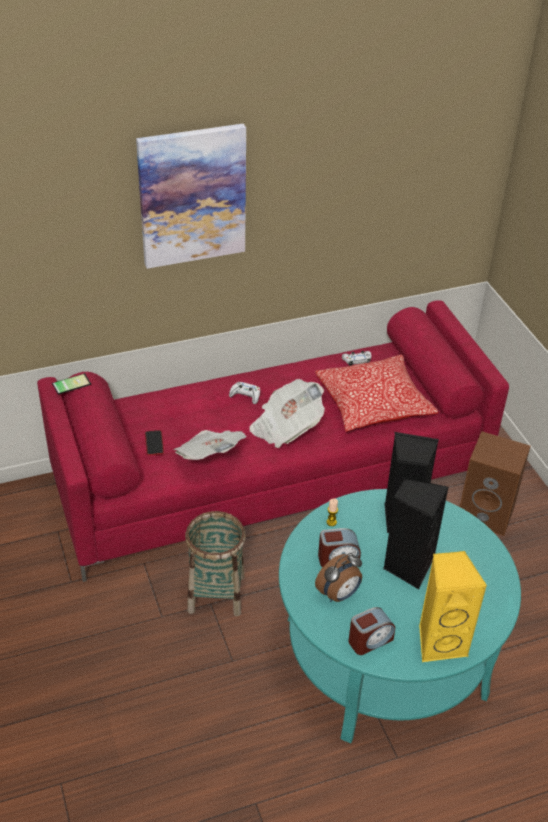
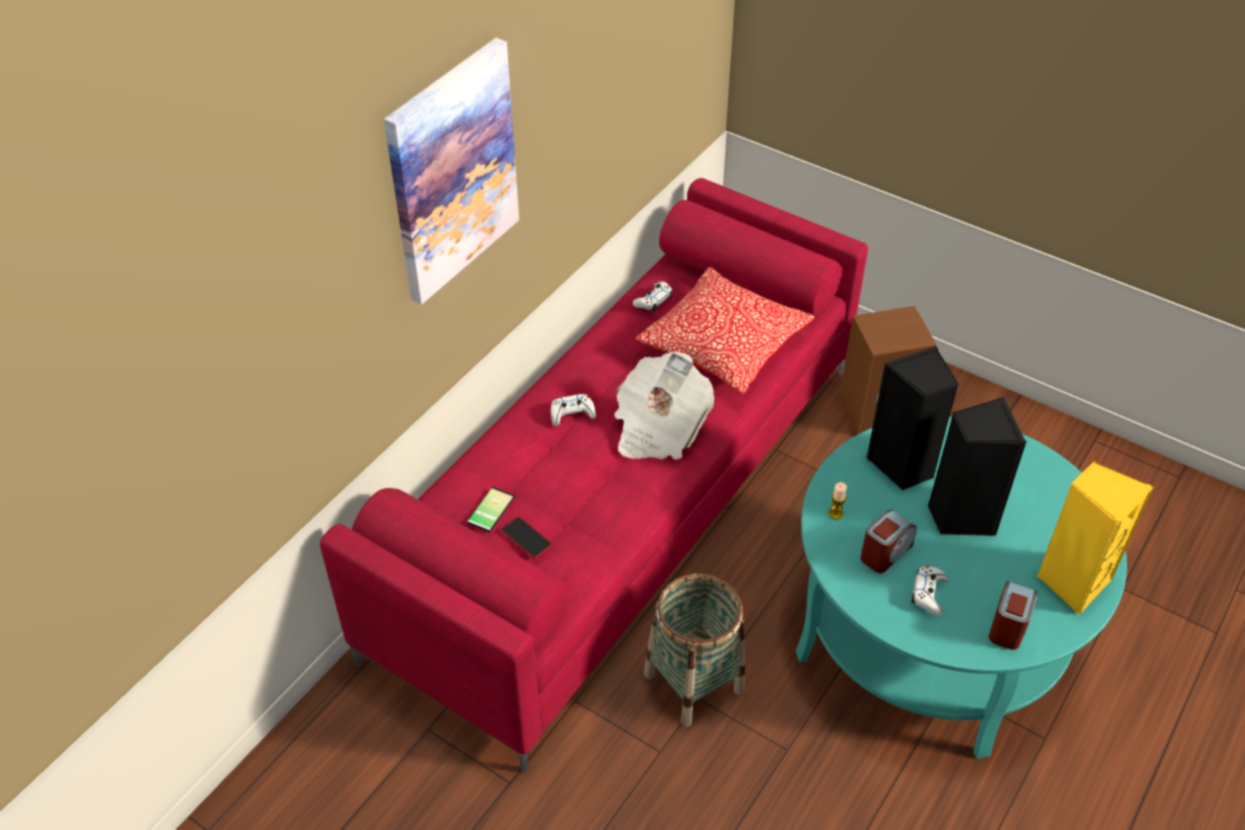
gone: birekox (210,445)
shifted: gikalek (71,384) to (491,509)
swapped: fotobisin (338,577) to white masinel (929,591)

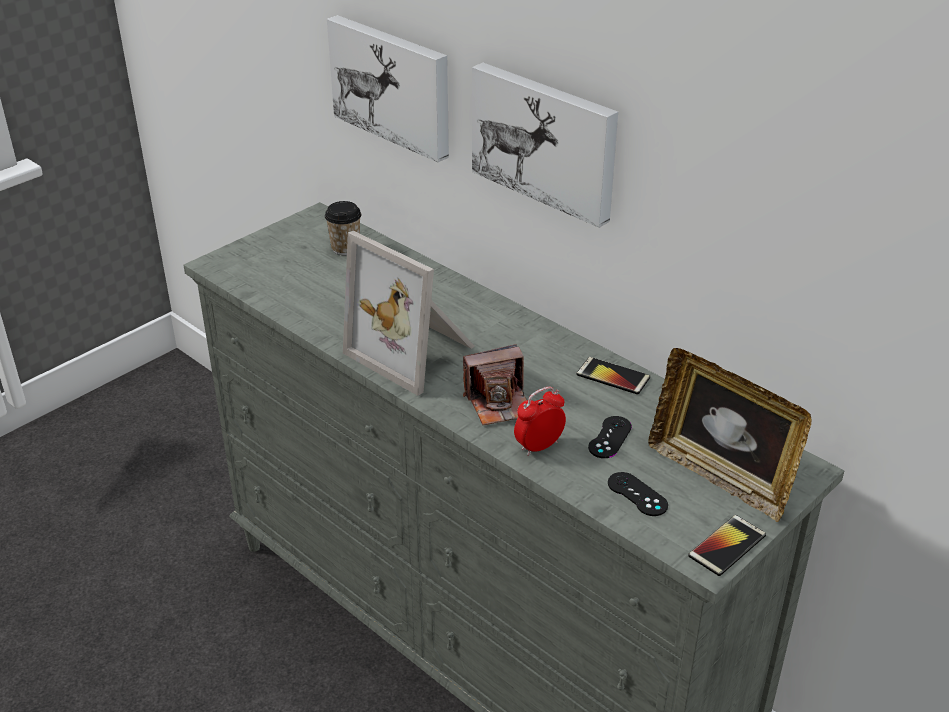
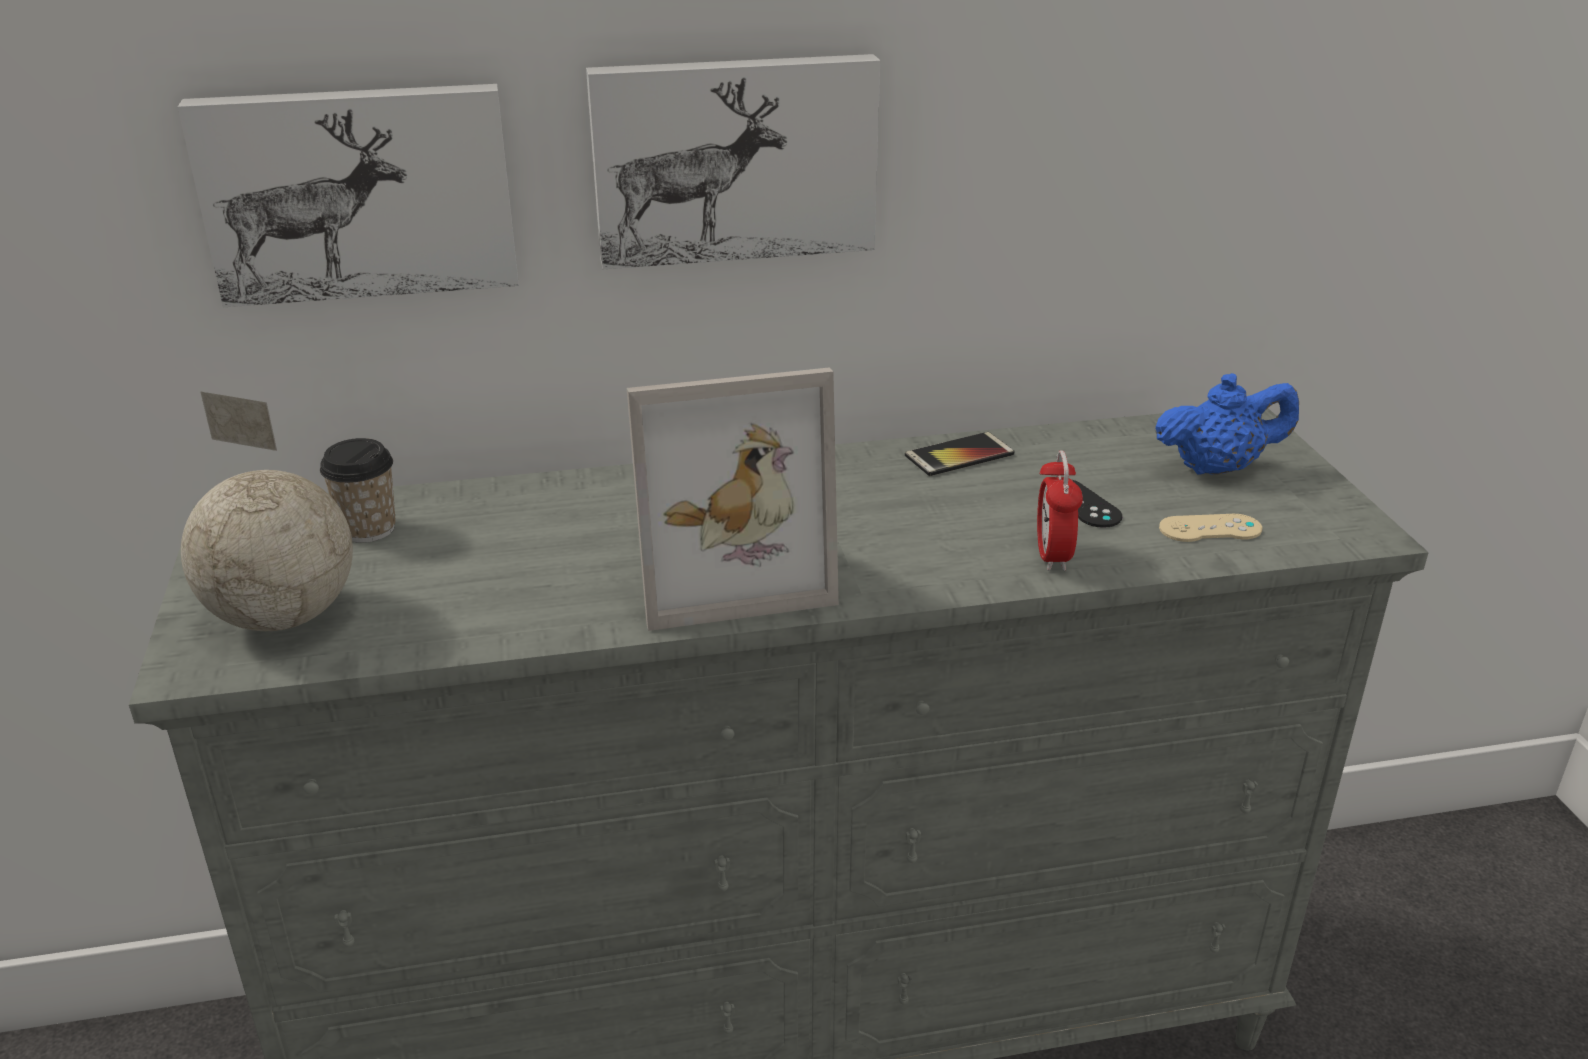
gone: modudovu (495,384); gikalek (727,545)
new: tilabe (267,511)
swapped: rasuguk (730,435) to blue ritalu (1227,424)
repainted: black masinel (638,494) to beige masinel (1210,528)

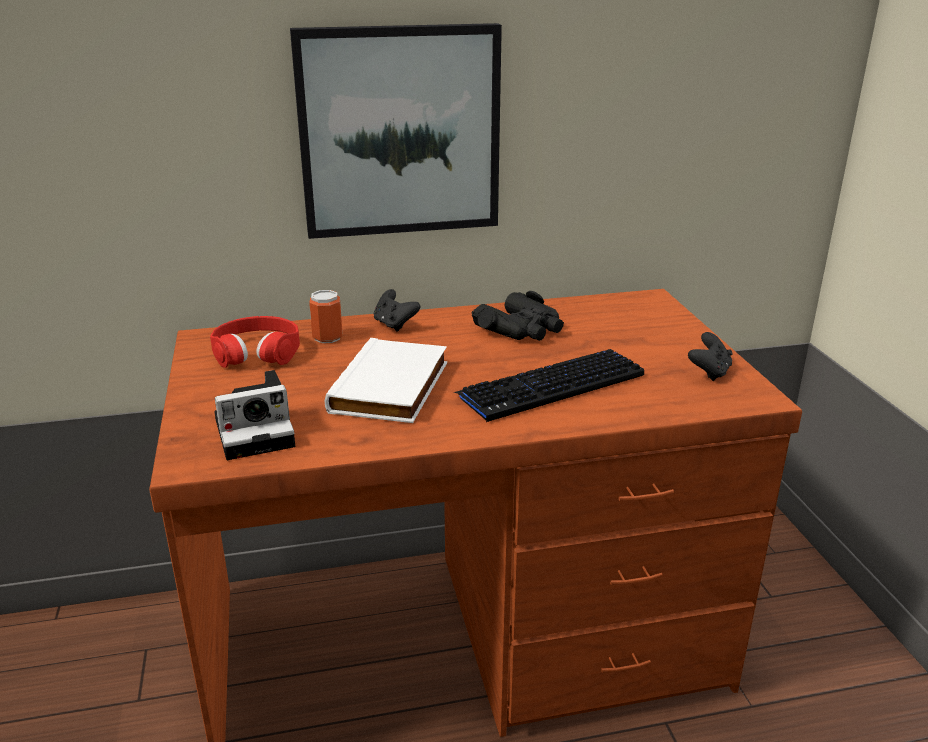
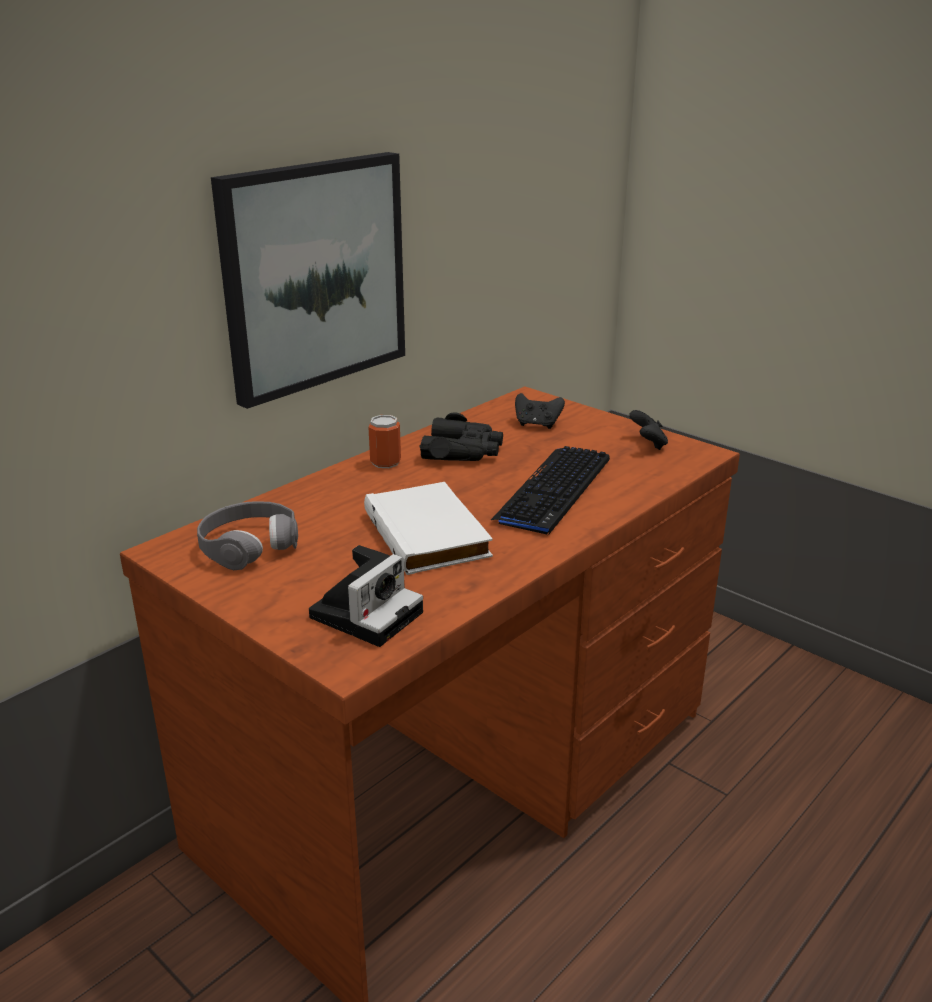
shifted: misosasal (325,316) to (384,441); black masinel (397,310) to (540,411)
repainted: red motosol (255,342) to grey motosol (247,535)

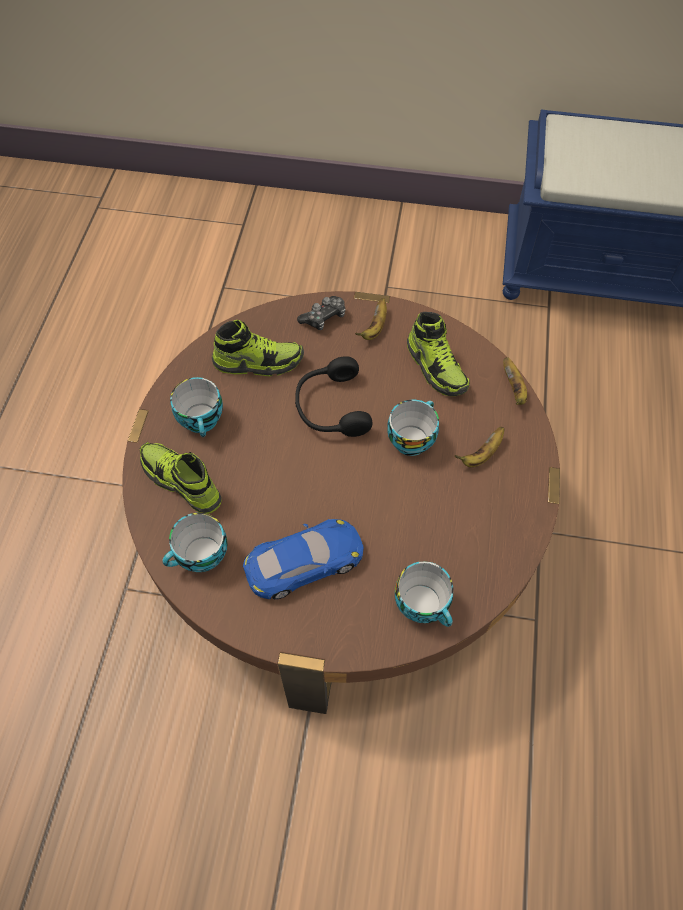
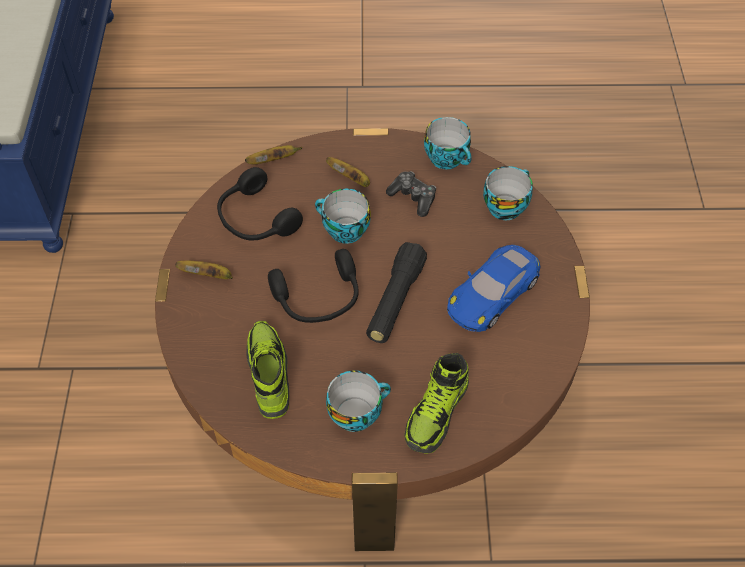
new: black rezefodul (396,292)
shifted: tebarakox (194,542) to (447,143); masinel (321,313) to (411,194)
swapped: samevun (438,354) to black motosol (260,203)
rotated: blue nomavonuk (303,559) = (494,288) 105 degrees counterclockwise

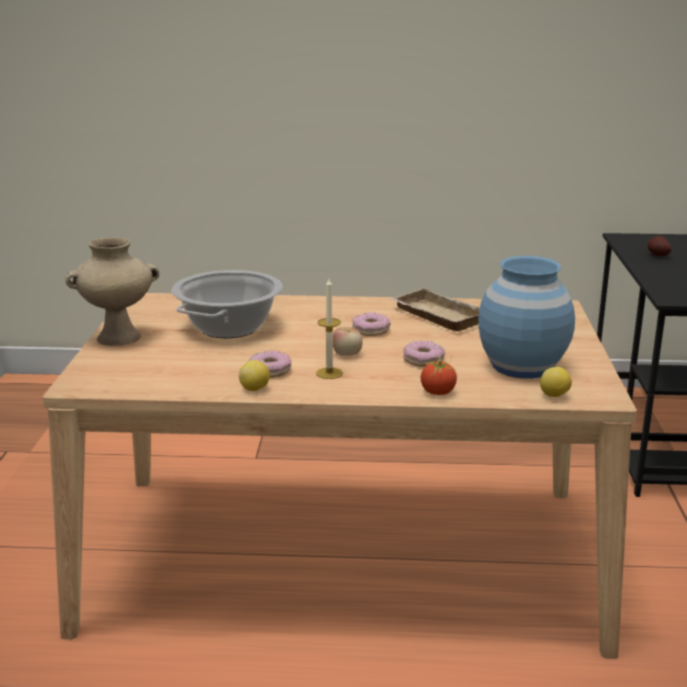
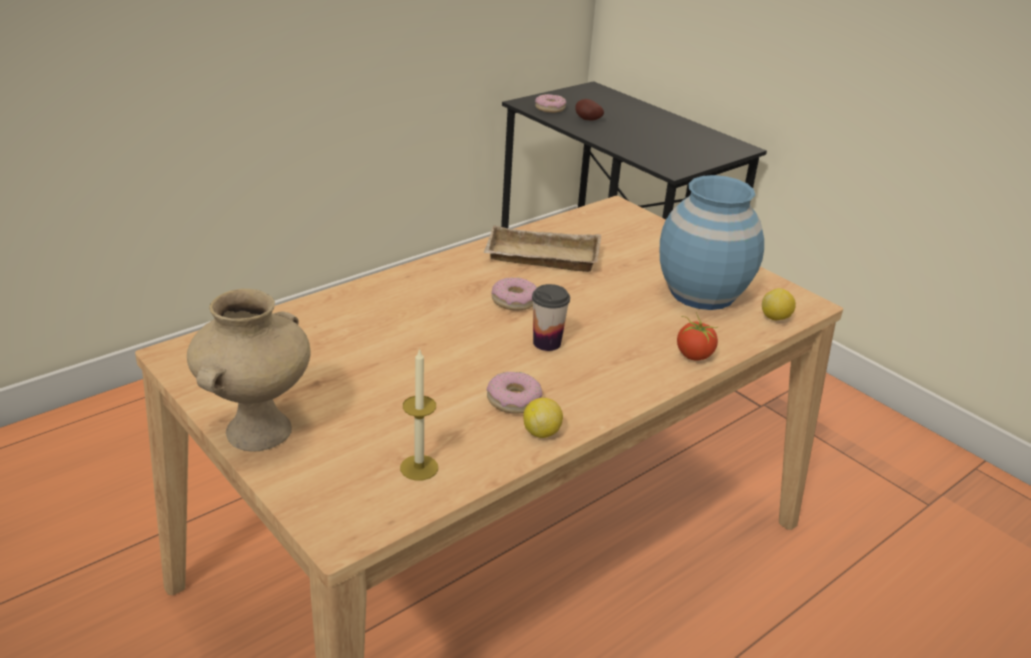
gone: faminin (227,304)
shifted: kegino (329,329) to (419,414); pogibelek (424,354) to (550,103)
swapped: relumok (348,341) to tebarakox (551,317)

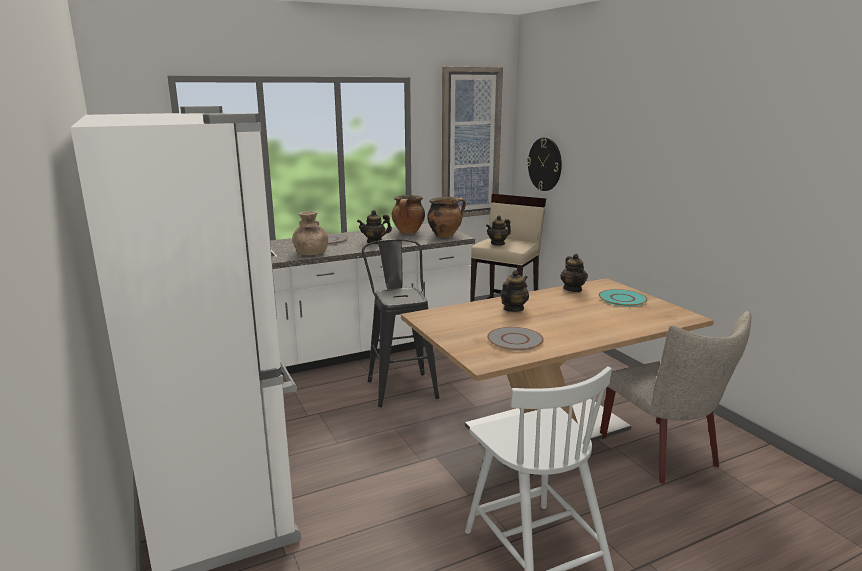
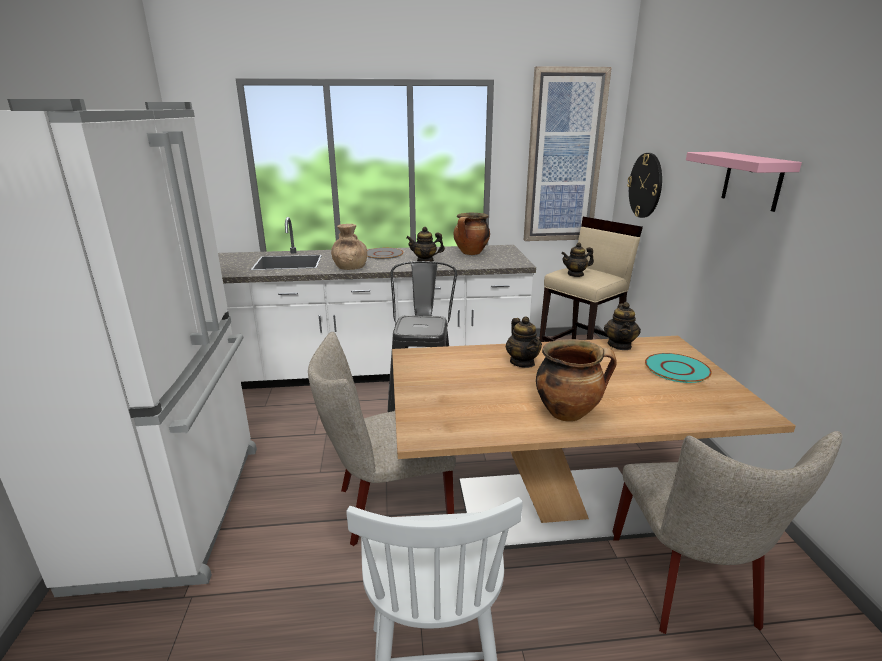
gone: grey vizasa (515,339)
new: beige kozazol (382,439); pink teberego (744,182)
shifted: faminin (446,217) to (576,380)
rotated: ritalu (514,291) = (524,342) 105 degrees clockwise

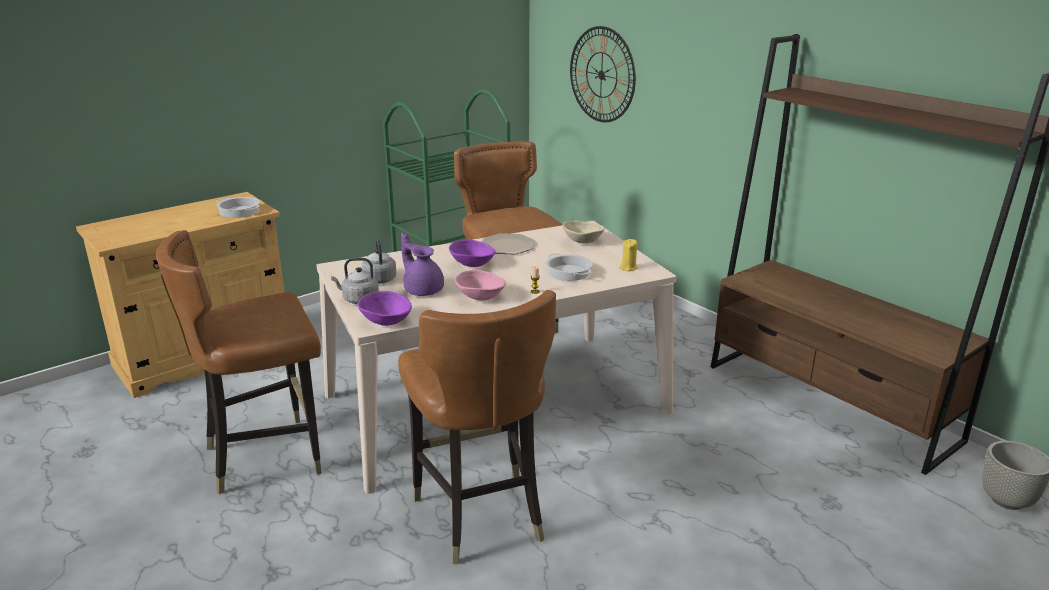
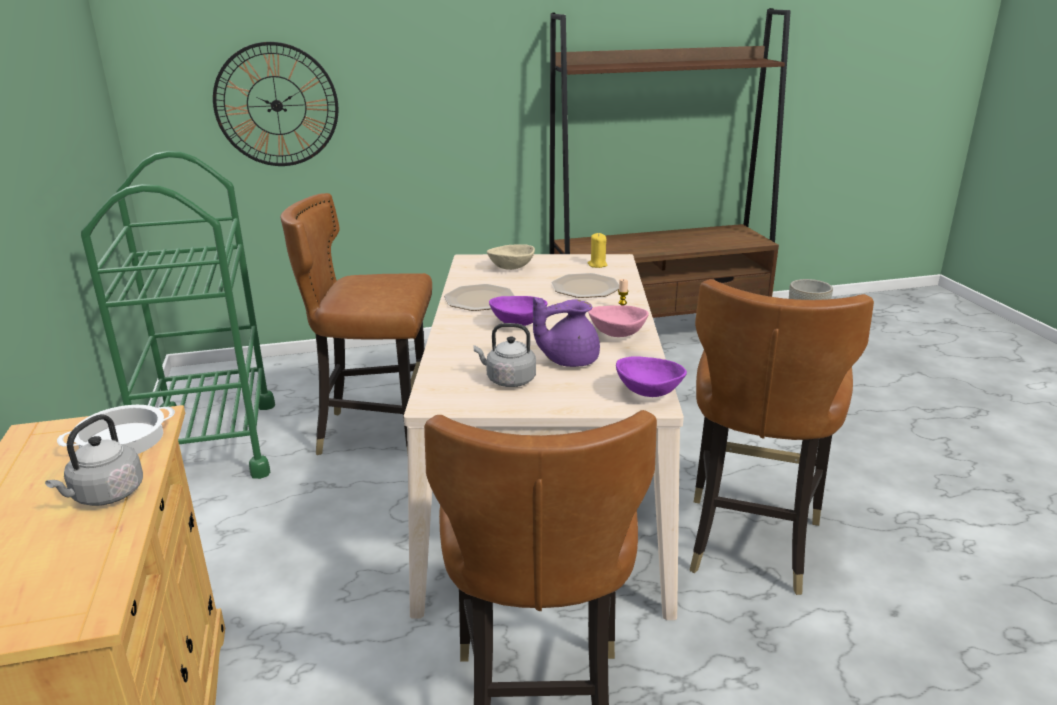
shifted: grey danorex (355,281) to (94,460)
swapped: faminin (569,267) to vizasa (585,285)
rotated: brown kozazol (477,427) = (781,437) 105 degrees clockwise

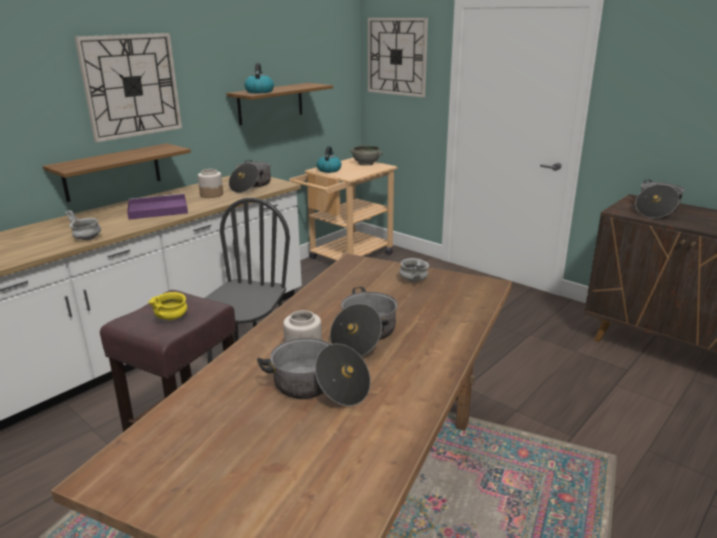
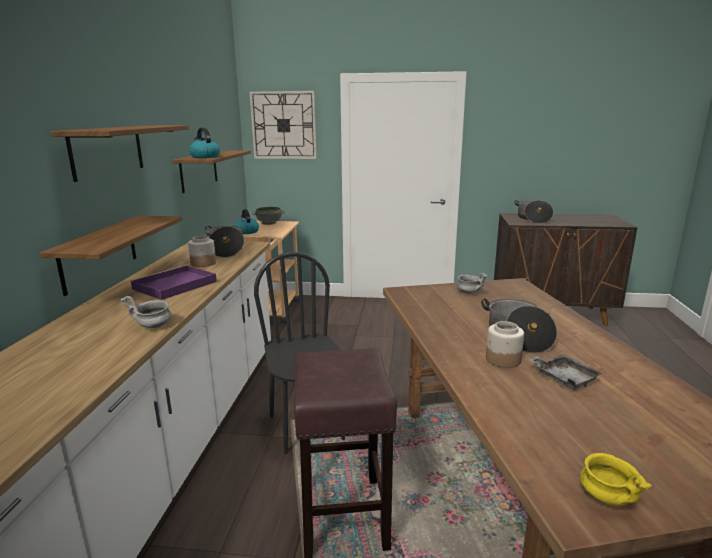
shifted: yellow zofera (167,306) to (616,479)
swapped: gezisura (128,87) to teberego (120,153); faminin (314,372) to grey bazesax (565,372)

